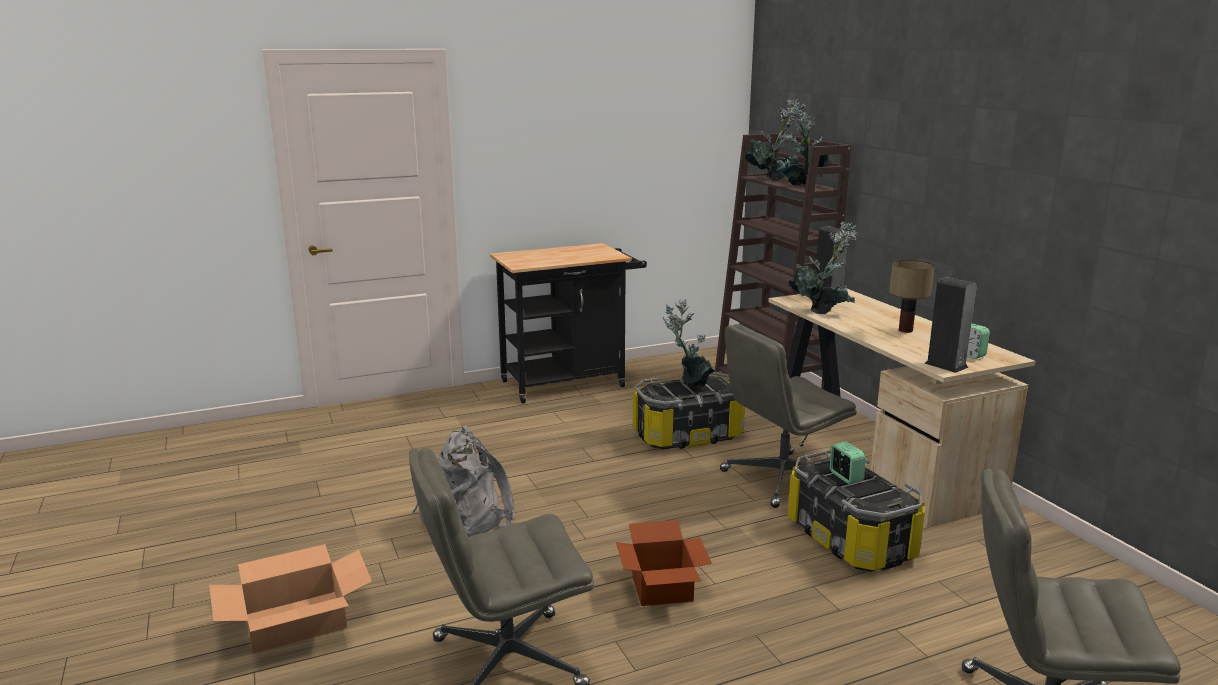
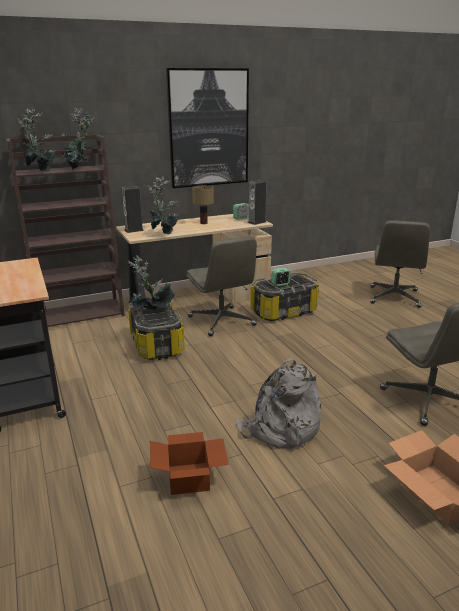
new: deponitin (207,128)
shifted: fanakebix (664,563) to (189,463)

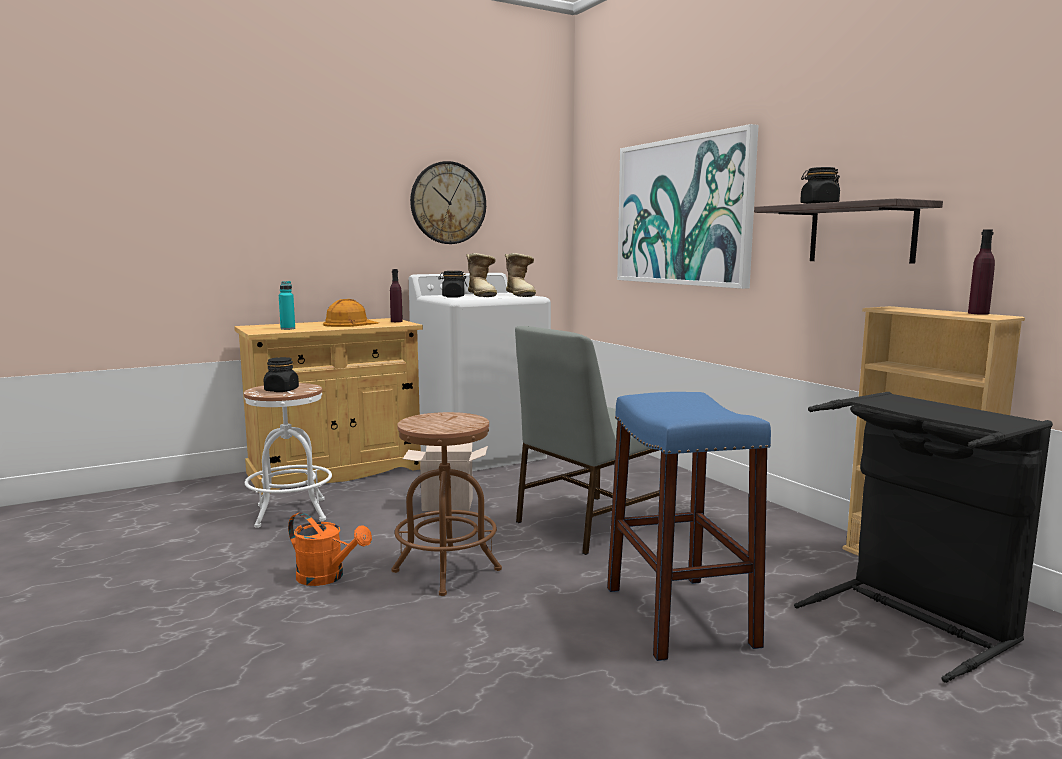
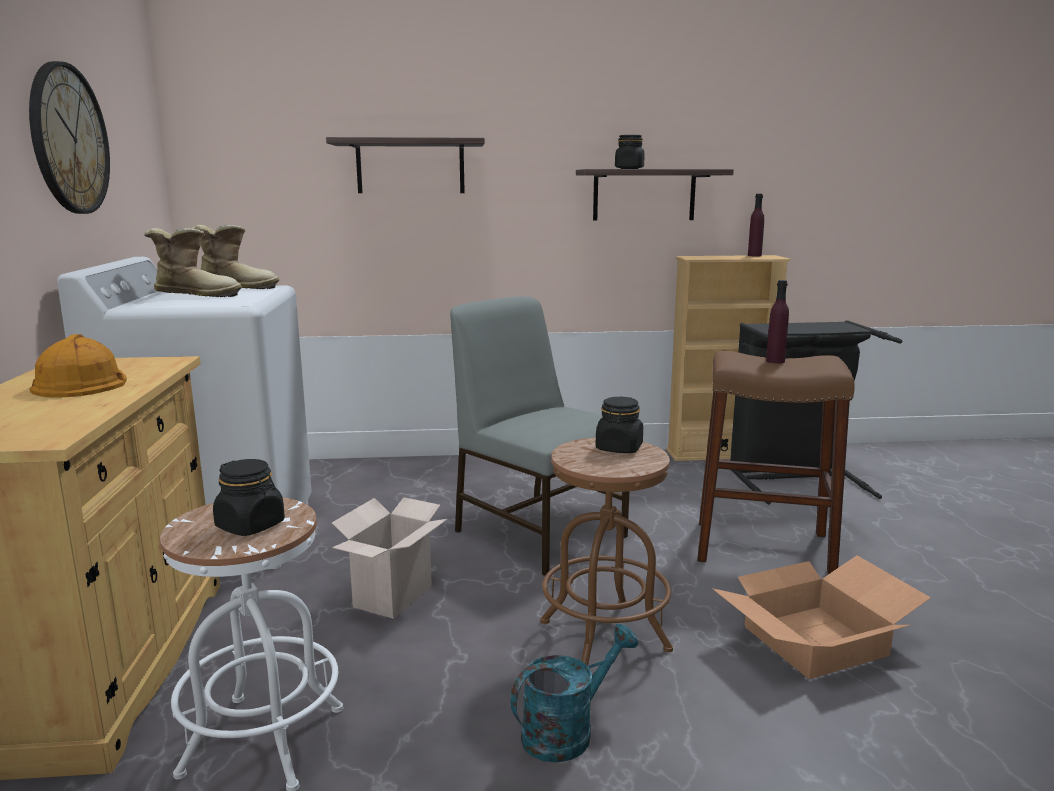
gone: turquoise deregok (287,305)
new: fanakebix (821,617)
shifted: purple deregok (396,295) to (777,321); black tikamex (452,284) to (619,424)
swapped: deponitin (687,206) to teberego (405,165)
repainted: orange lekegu (330,549) to turquoise lekegu (574,693); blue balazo (689,526) to brown balazo (776,462)
rotated: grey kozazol (587,440) = (539,436) 150 degrees clockwise

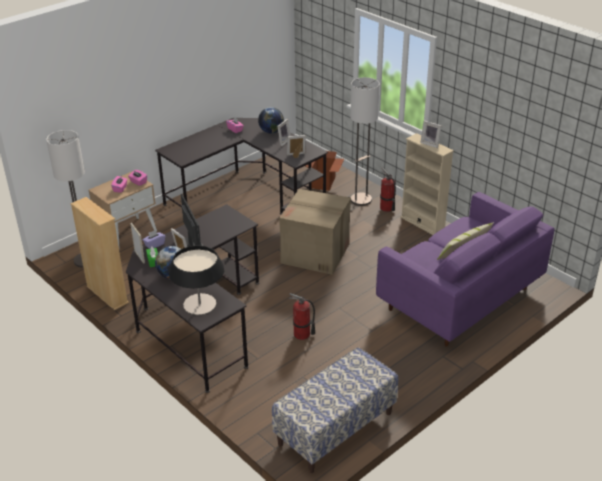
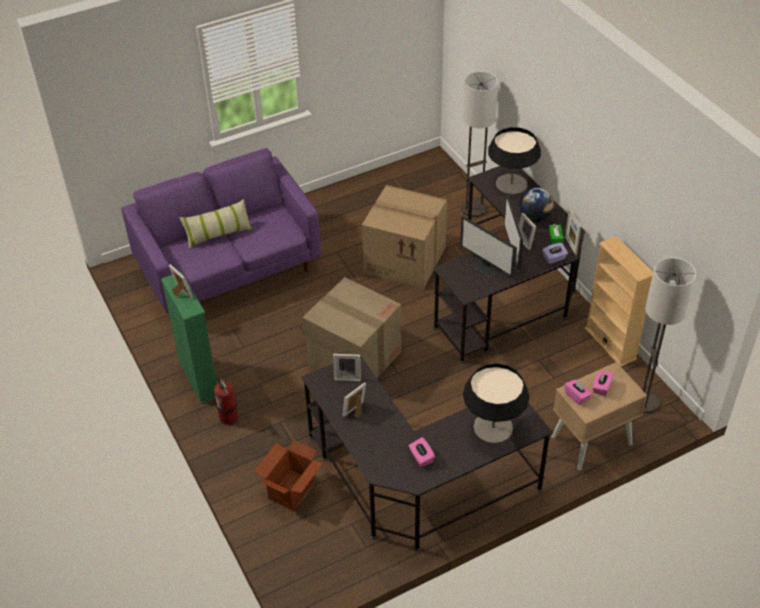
gone: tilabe (271,120); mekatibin (335,410)
new: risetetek (488,247); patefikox (496,403)
shifted: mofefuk (365,141) to (479,144)
swapped: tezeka (302,316) to fanakebix (404,237)
repainted: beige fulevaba (427,184) to green fulevaba (189,338)

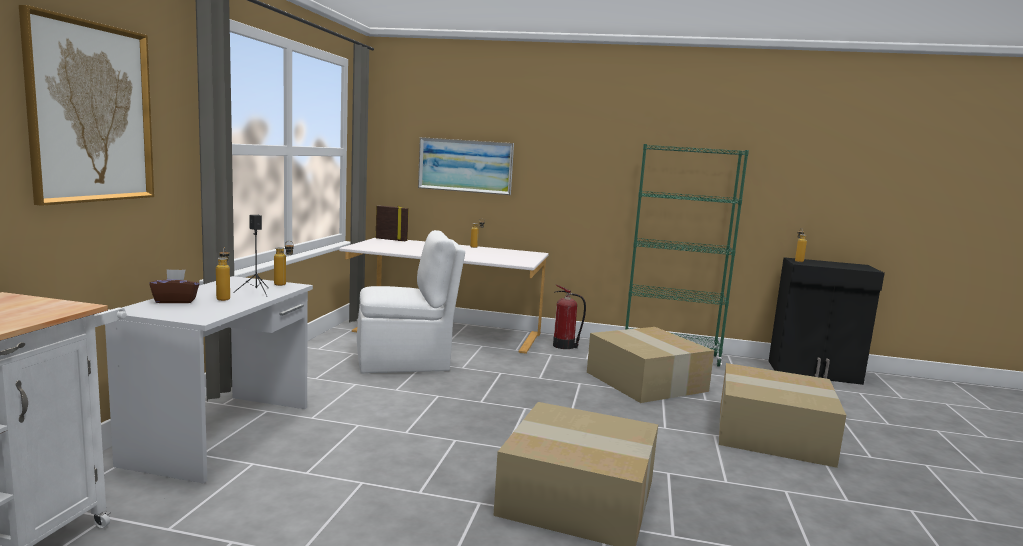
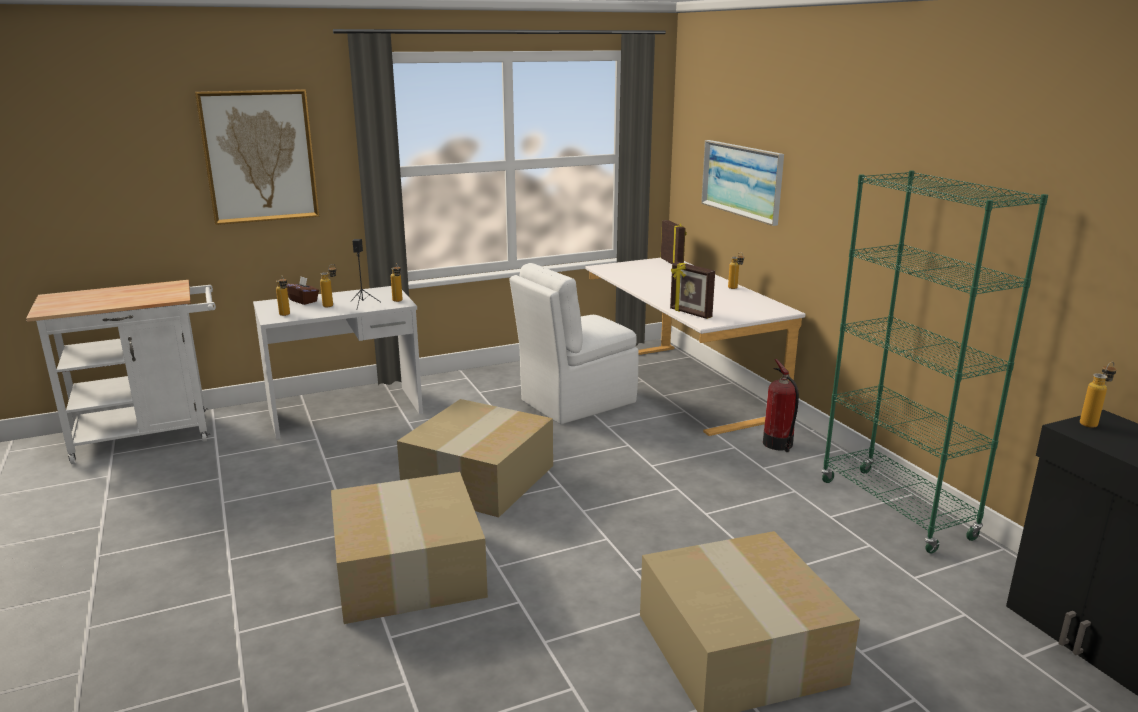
new: deregok (283,295); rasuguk (692,290)
shifted: fanakebix (650,365) to (475,458)
rotated: white kozazol (411,301) = (574,343) 105 degrees clockwise

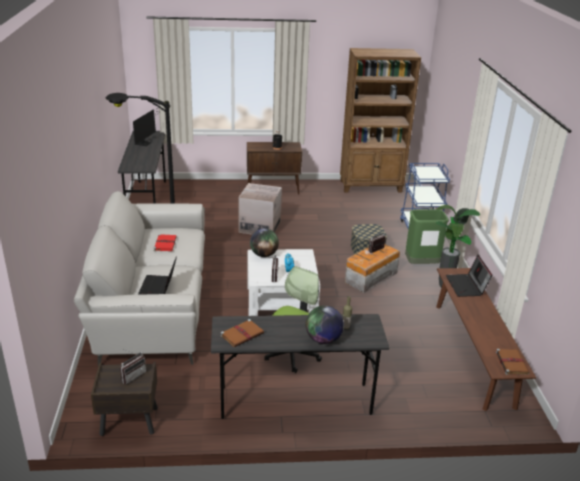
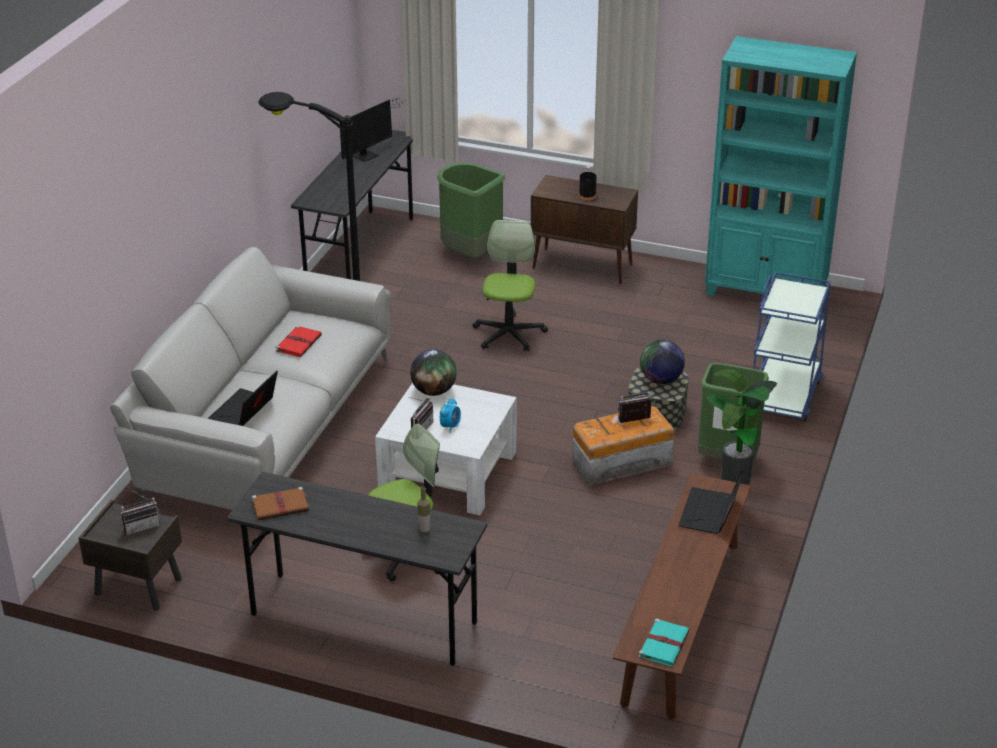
new: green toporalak (471,210)
shifted: tilabe (325,324) to (662,362)
swapped: fanakebix (260,209) to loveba (510,285)
repainted: brown fulevaba (380,120) to turquoise fulevaba (781,166); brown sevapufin (513,362) to turquoise sevapufin (664,642)

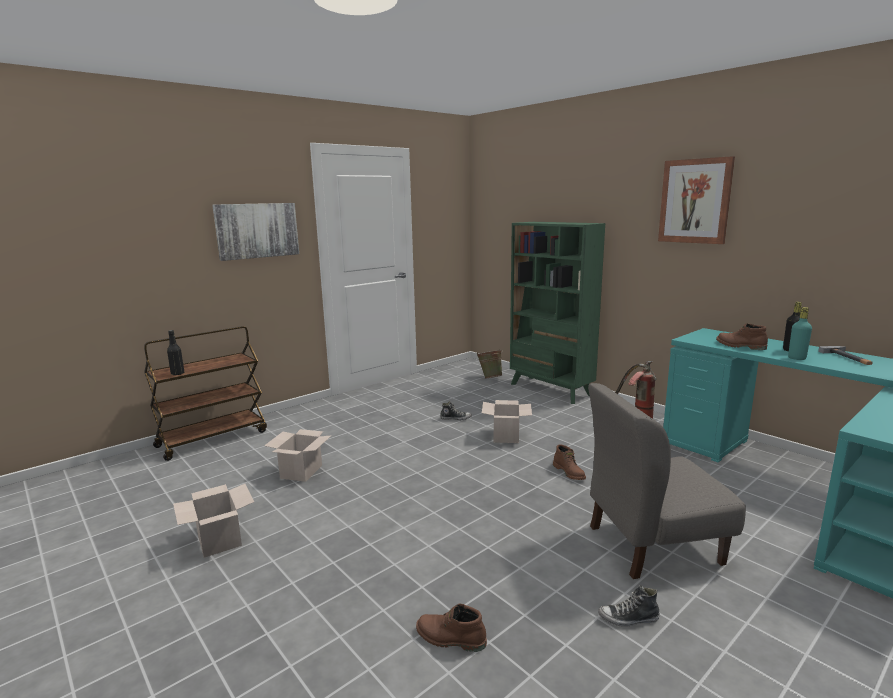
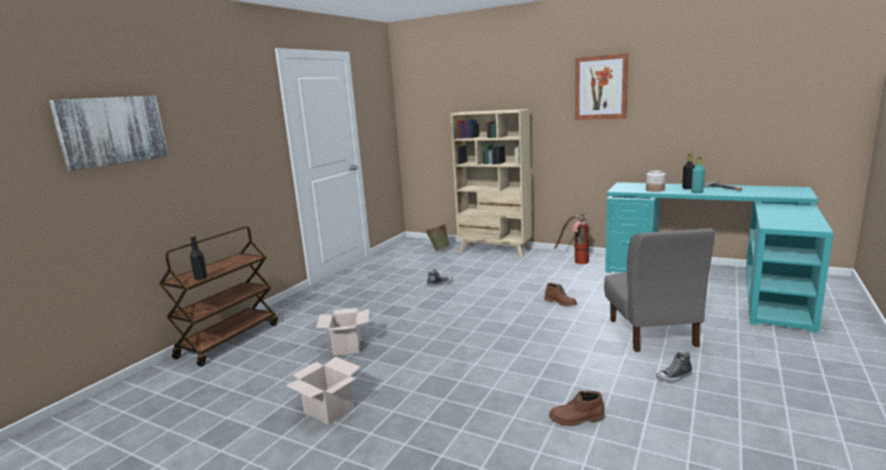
gone: fanakebix (507,421)
shifted: deponitin (255,232) to (108,133)
swapped: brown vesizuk (742,336) to tikamex (656,181)
repainted: green fulevaba (557,313) to beige fulevaba (491,183)
rotated: grey kozazol (667,481) = (659,290) 60 degrees counterclockwise

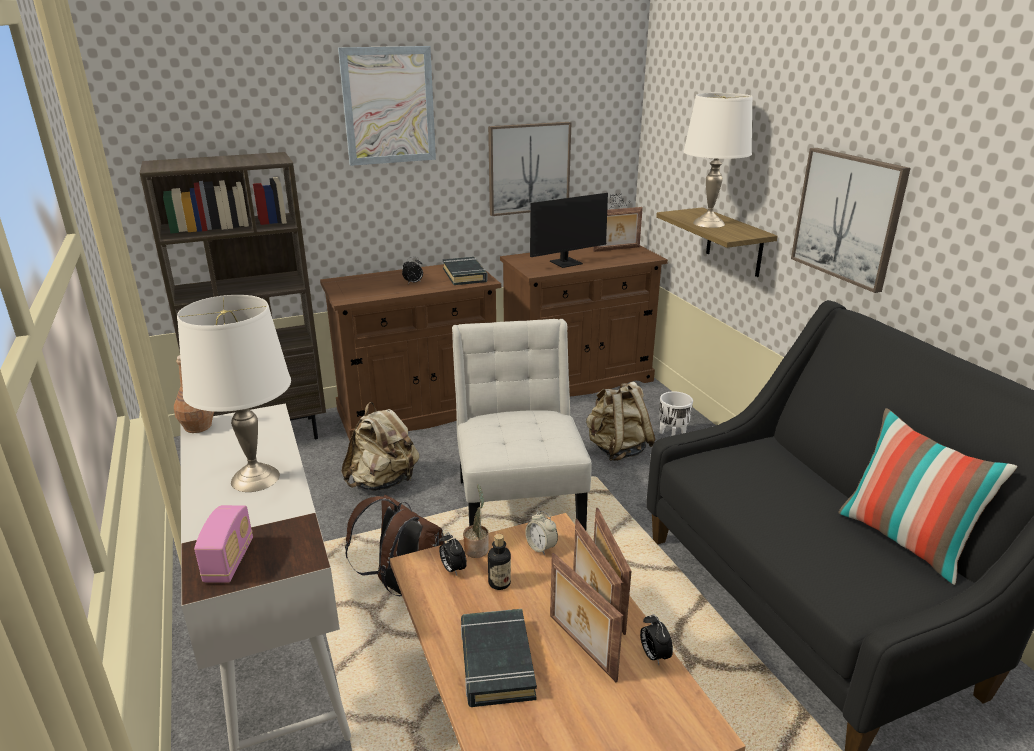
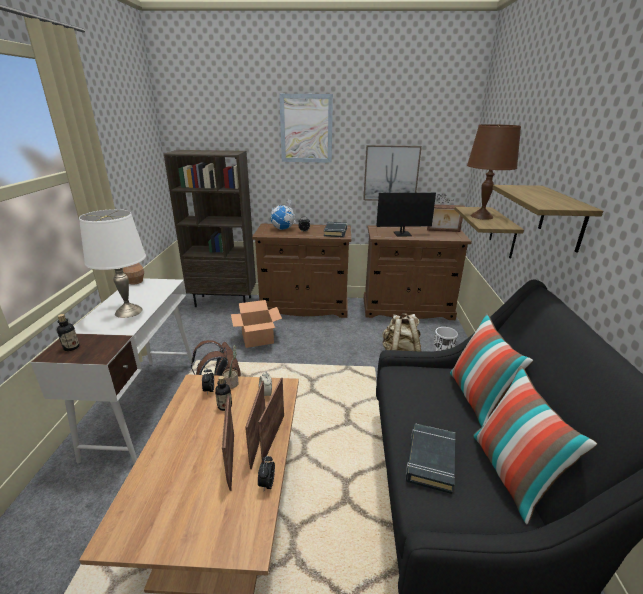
gone: white kozazol (522,424)
new: tilabe (283,214); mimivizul (491,370)
shifted: black sevapufin (499,658) to (430,459)
swapped: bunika (223,544) to deregok (68,332); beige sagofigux (380,446) to fanakebix (256,324); deponitin (851,220) to teberego (547,219)
repainted: white patefikox (718,160) to brown patefikox (494,172)

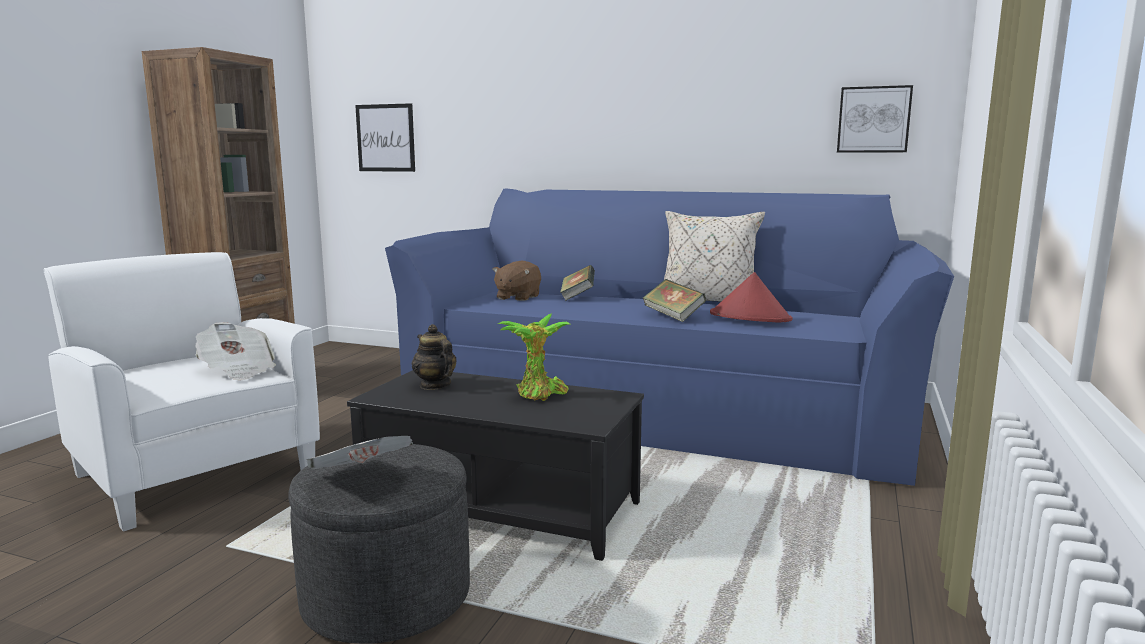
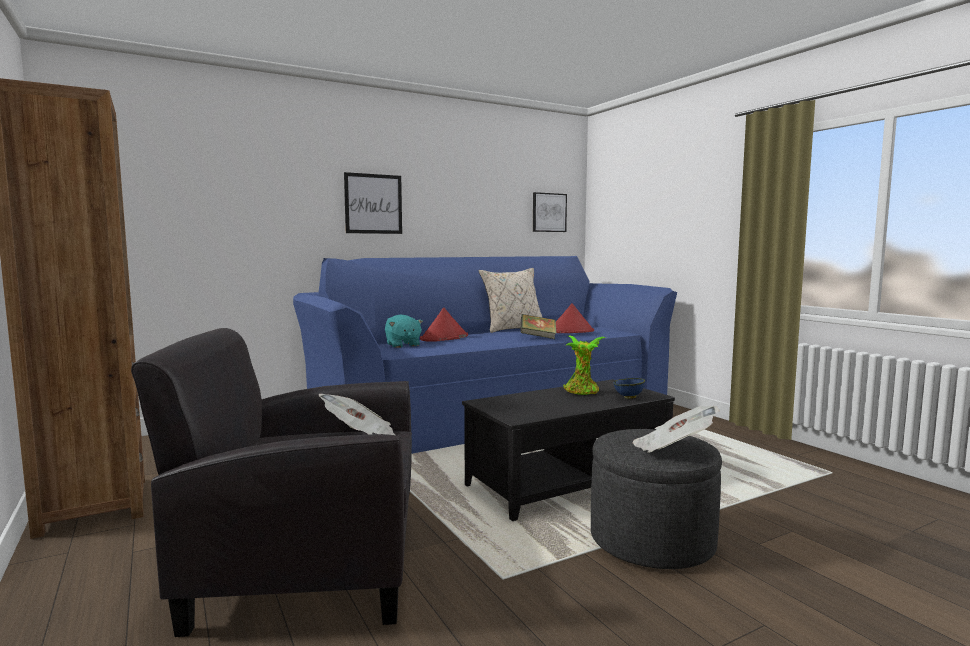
gone: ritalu (434,357)
new: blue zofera (629,388)
shifted: deponitin (385,137) to (373,203)
swapped: sevapufin (577,283) to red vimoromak (444,325)
repainted: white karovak (182,391) to black karovak (271,482); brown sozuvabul (517,281) to turquoise sozuvabul (404,331)

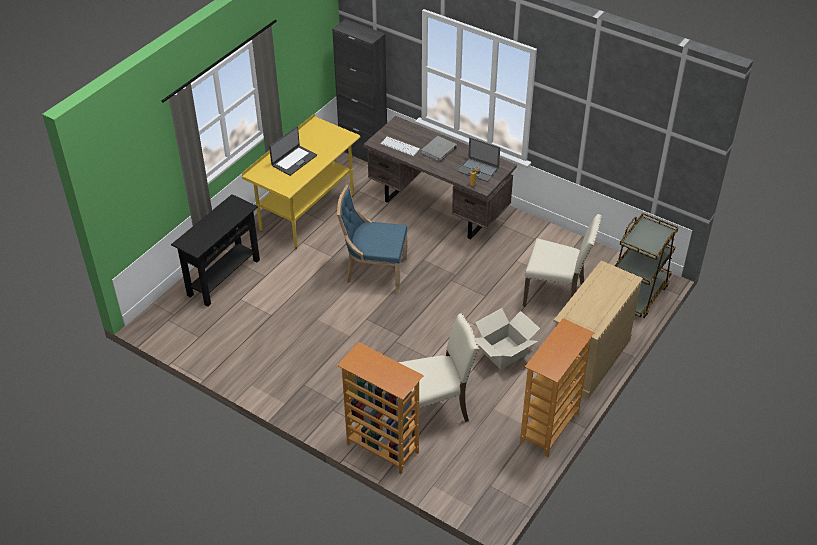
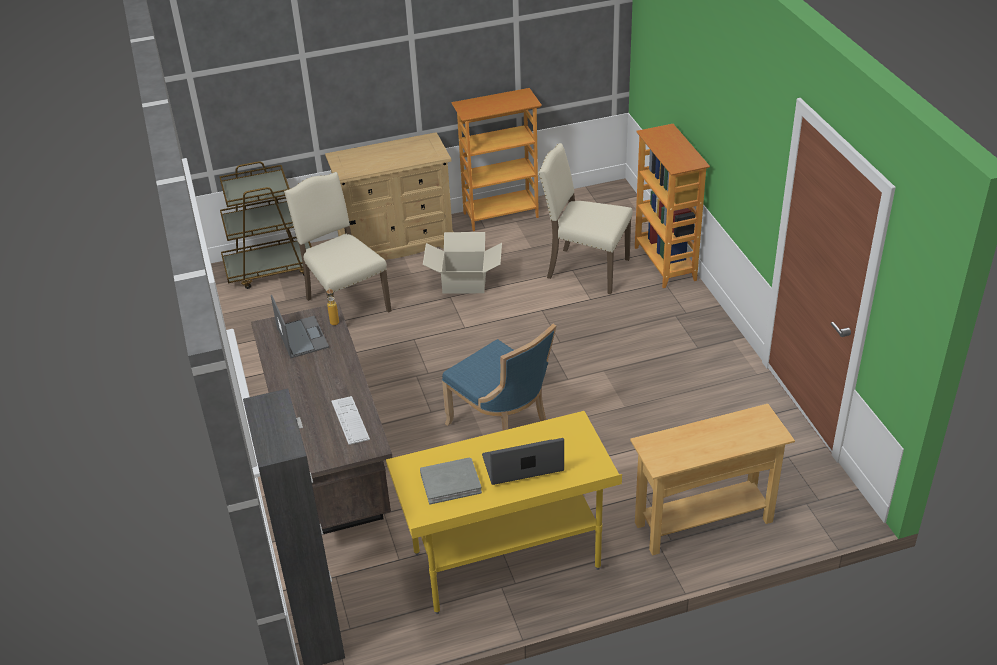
shifted: grey sevapufin (439,149) to (451,481)
repainted: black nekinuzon (215,250) to beige nekinuzon (712,480)

